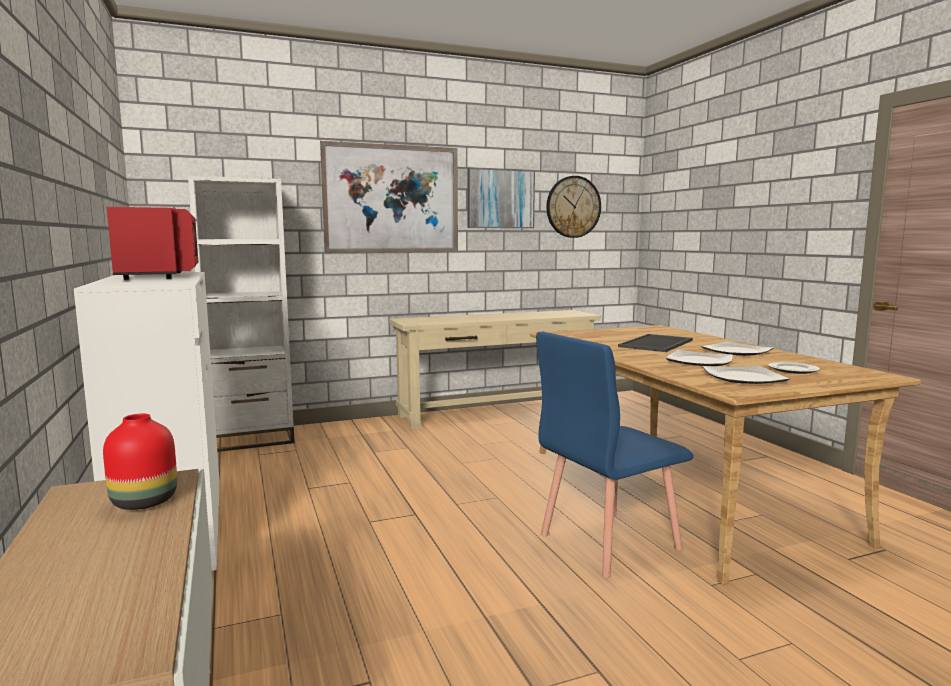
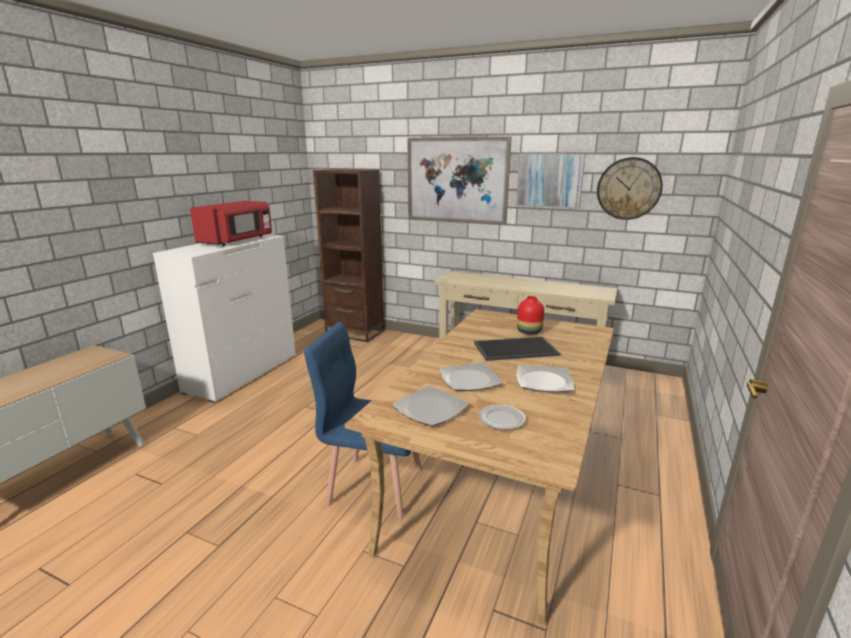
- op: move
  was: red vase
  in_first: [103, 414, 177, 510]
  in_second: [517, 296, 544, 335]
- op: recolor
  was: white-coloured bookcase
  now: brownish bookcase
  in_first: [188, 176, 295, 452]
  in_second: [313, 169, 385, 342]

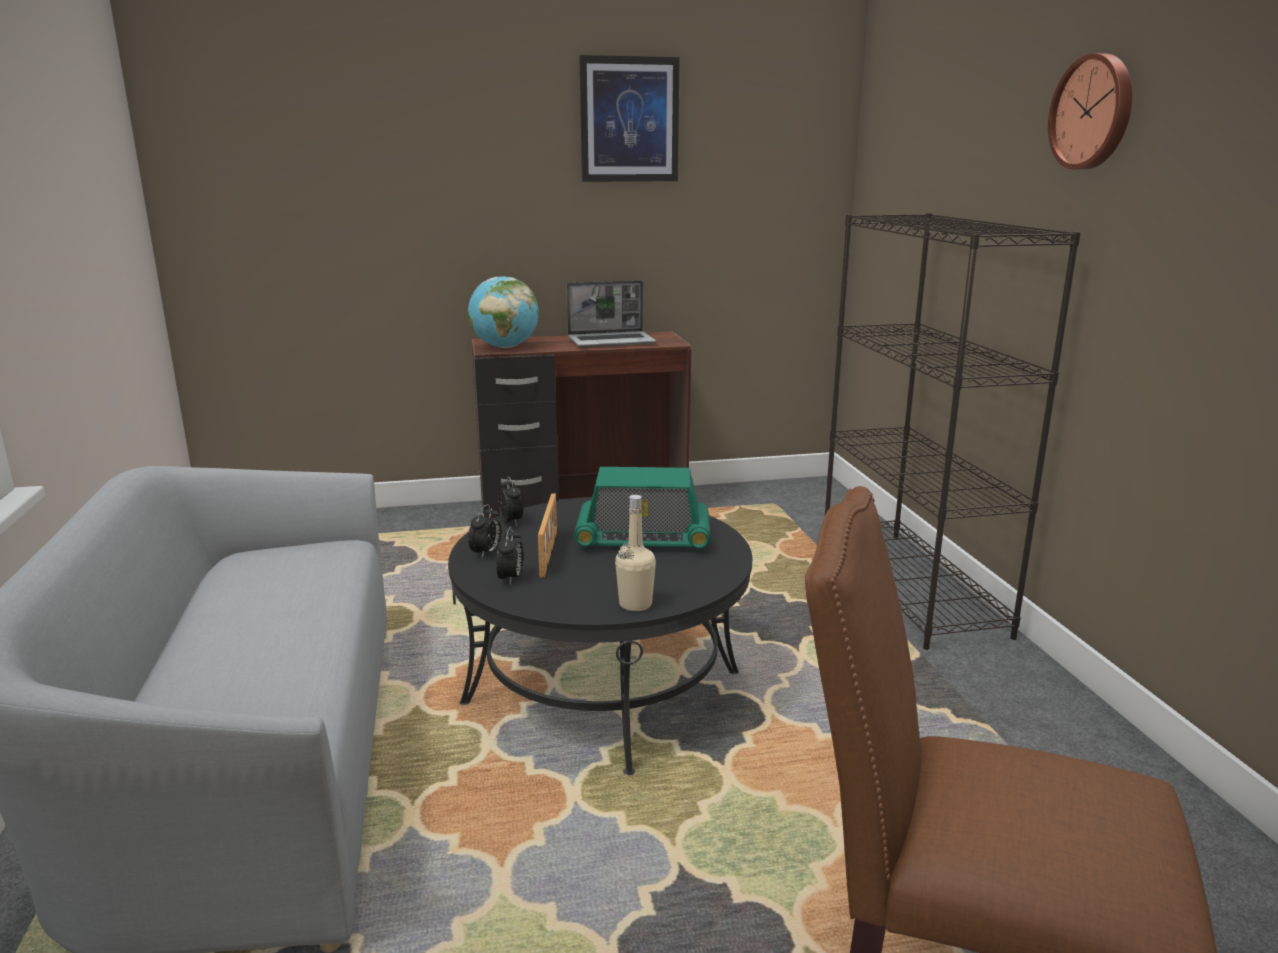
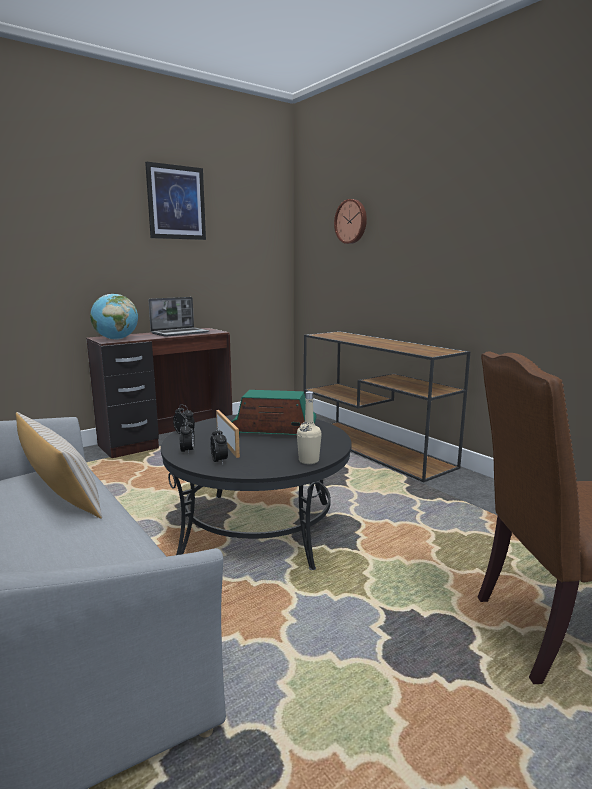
- op: rotate
  was: radio set
  in_first: [574, 467, 711, 551]
  in_second: [232, 390, 316, 435]
  clockwise: -150
- op: replace
  was: black-coloured bookcase
  now: brownish narrow table
  in_first: [825, 213, 1081, 650]
  in_second: [303, 331, 470, 482]
- op: move
  was: hanging clock
  in_first: [1048, 53, 1132, 170]
  in_second: [334, 199, 367, 244]
- op: insert
  now: beige-coloured pillow
  in_second: [16, 412, 102, 519]

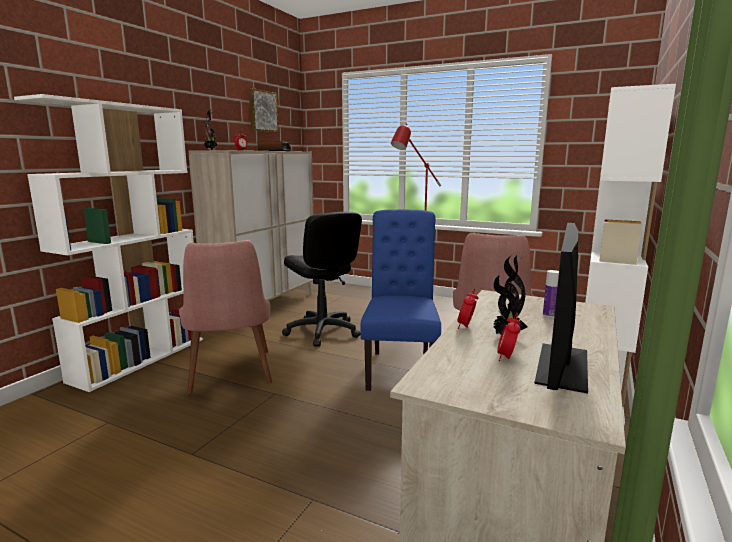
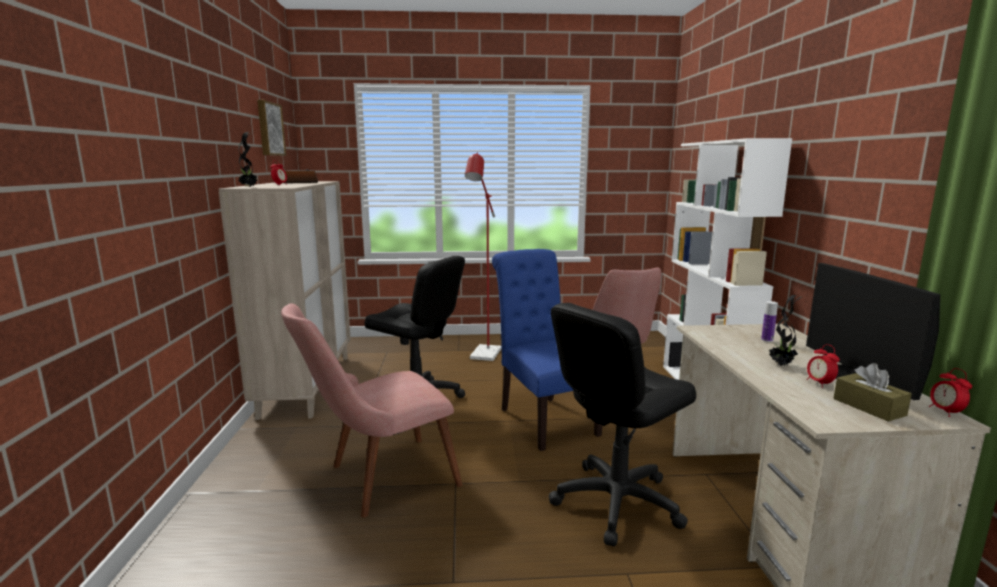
- op: delete
  was: white-coloured bookcase
  in_first: [14, 94, 203, 392]
- op: rotate
  was: pinkish plain chair
  in_first: [179, 240, 272, 394]
  in_second: [281, 303, 462, 518]
  clockwise: 105
- op: move
  was: alarm clock
  in_first: [457, 289, 478, 329]
  in_second: [929, 368, 972, 417]
- op: insert
  now: black-coloured computer chair
  in_second: [549, 303, 696, 546]
- op: insert
  now: brownish box of tissues
  in_second: [834, 363, 912, 422]

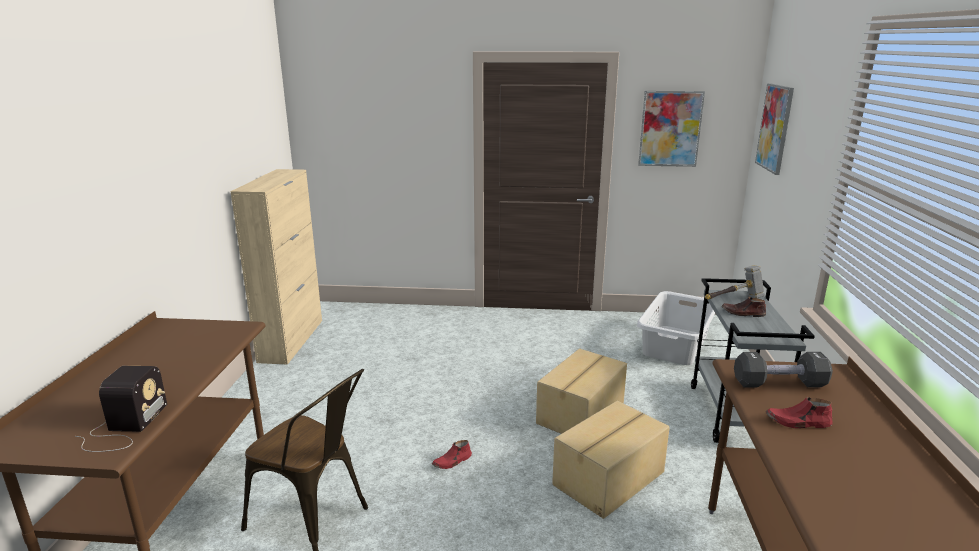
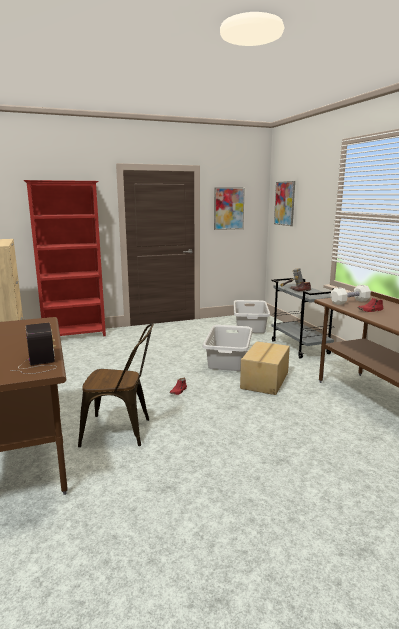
- op: replace
  was: packing box
  now: grey laundry basket
  in_first: [536, 348, 627, 434]
  in_second: [203, 325, 253, 371]
- op: recolor
  was: black-coloured dumbbell
  now: white-coloured dumbbell
  in_first: [734, 352, 833, 387]
  in_second: [330, 285, 371, 305]
- op: insert
  now: red bookcase
  in_second: [24, 180, 106, 336]

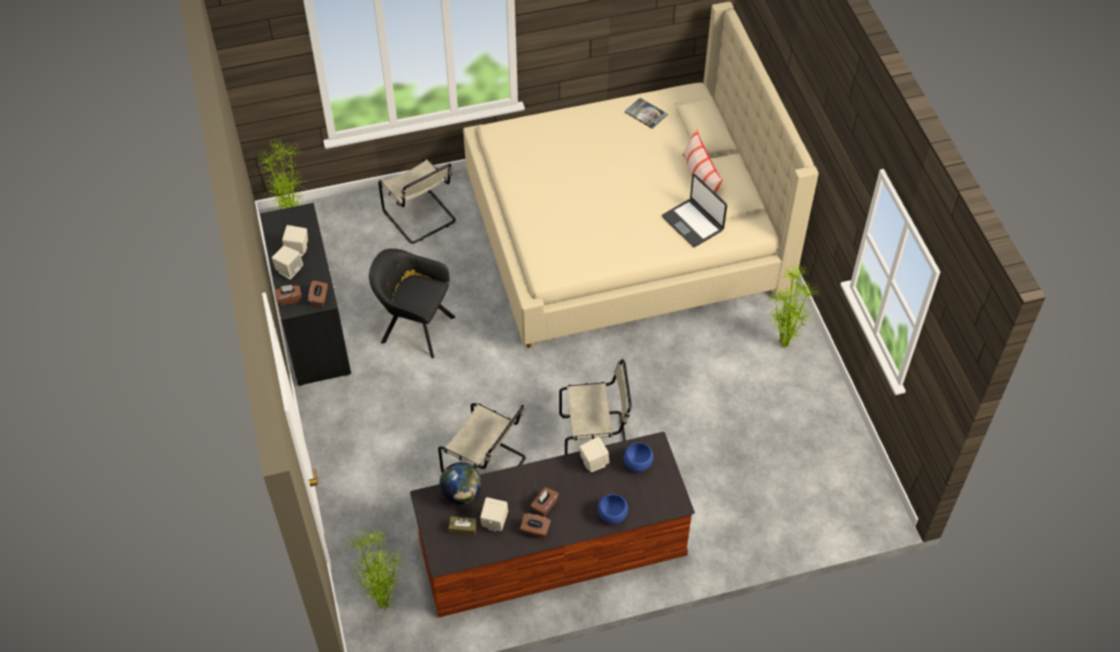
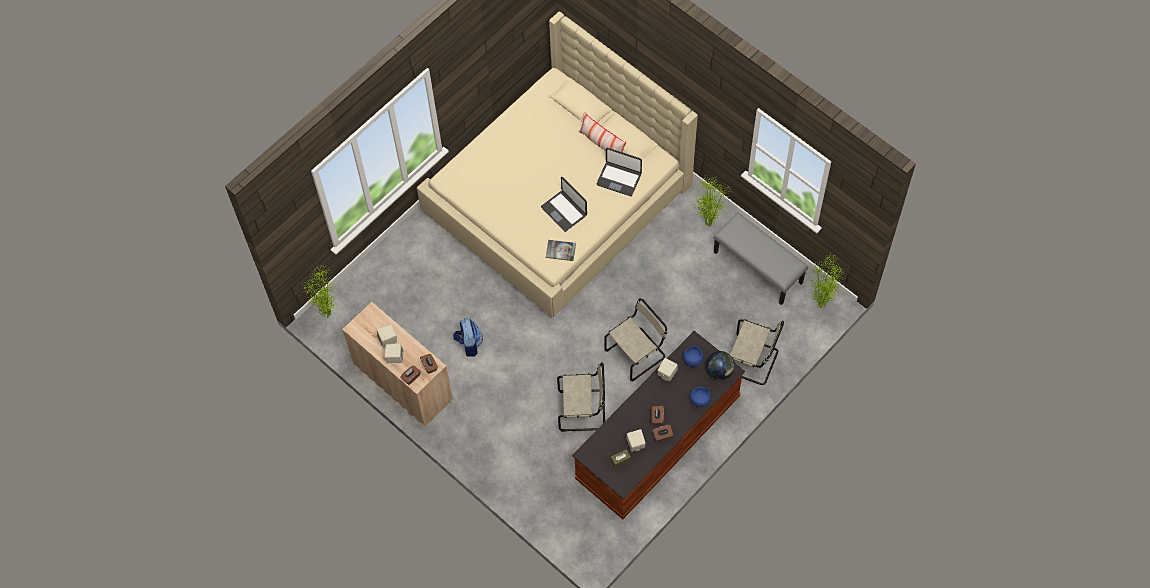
- op: recolor
  was: black-coloured cupboard
  now: beige-coloured cupboard
  in_first: [260, 203, 351, 386]
  in_second: [342, 302, 453, 427]
- op: move
  was: plant in a pot
  in_first: [348, 526, 406, 611]
  in_second: [810, 254, 844, 309]
- op: replace
  was: black-coloured easy chair
  now: backpack
  in_first: [369, 249, 455, 358]
  in_second: [453, 318, 483, 357]
- op: move
  was: beige-coloured plain chair
  in_first: [378, 158, 456, 244]
  in_second: [730, 319, 784, 385]
- op: move
  was: desk globe
  in_first: [439, 462, 482, 505]
  in_second: [706, 351, 735, 380]
- op: move
  was: bound book
  in_first: [625, 98, 668, 129]
  in_second: [546, 240, 576, 261]
- op: insert
  now: notebook computer
  in_second: [541, 177, 587, 232]
- op: insert
  now: grey indoor bench
  in_second: [714, 212, 808, 305]

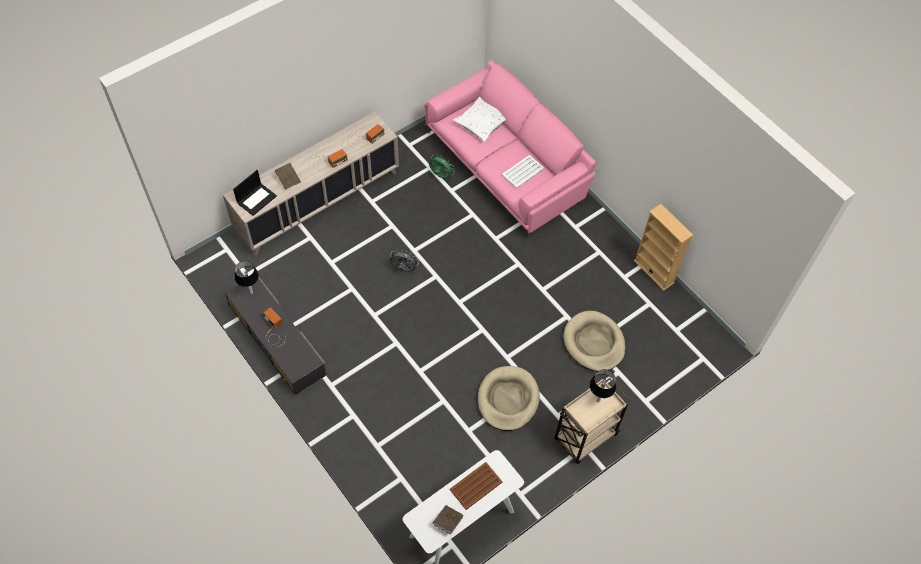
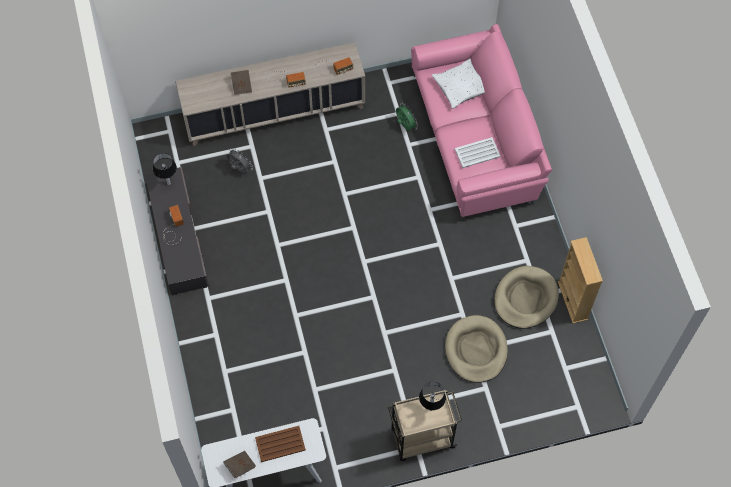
- op: delete
  was: notebook computer
  in_first: [233, 170, 277, 216]
- op: move
  was: grey fan
  in_first: [390, 249, 419, 272]
  in_second: [226, 148, 253, 174]
- op: move
  was: beige-coloured dog cushion
  in_first: [478, 366, 540, 431]
  in_second: [494, 266, 559, 329]

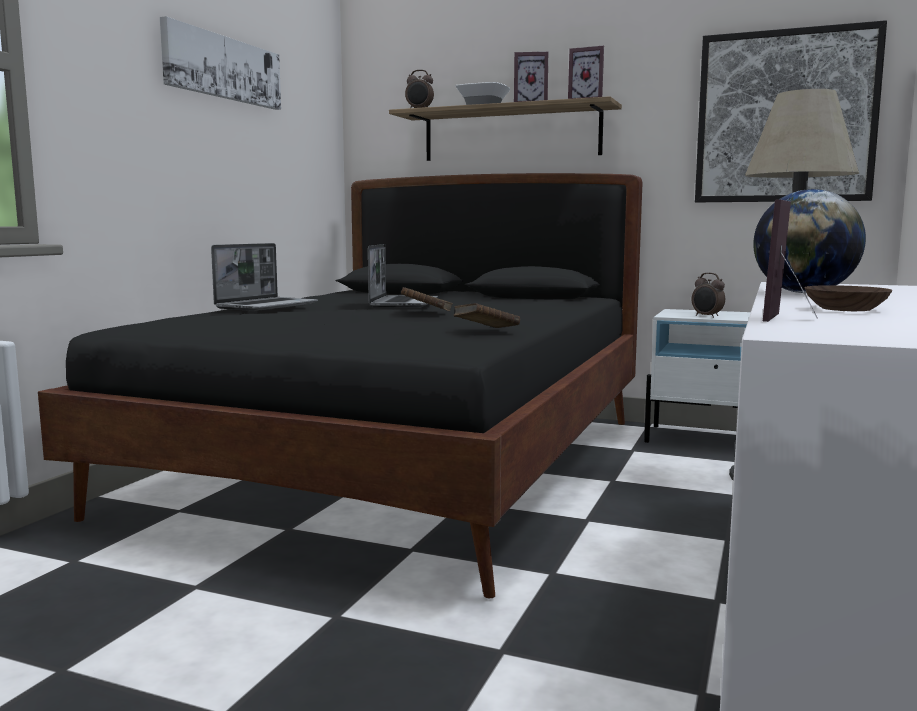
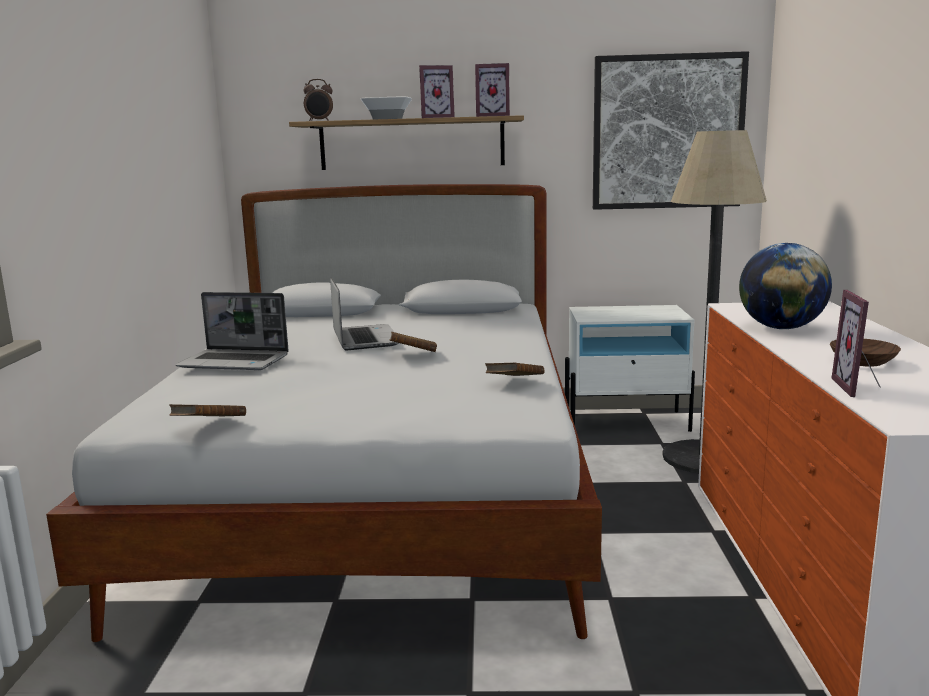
- op: recolor
  was: black-coloured bed
  now: white-coloured bed
  in_first: [38, 173, 643, 599]
  in_second: [46, 184, 602, 642]
- op: delete
  was: wall art
  in_first: [160, 16, 281, 110]
- op: rotate
  was: notebook computer
  in_first: [211, 243, 318, 311]
  in_second: [176, 292, 289, 370]
  clockwise: 90
- op: delete
  was: alarm clock
  in_first: [692, 273, 725, 318]
- op: insert
  now: brownish bound book
  in_second: [169, 404, 246, 416]

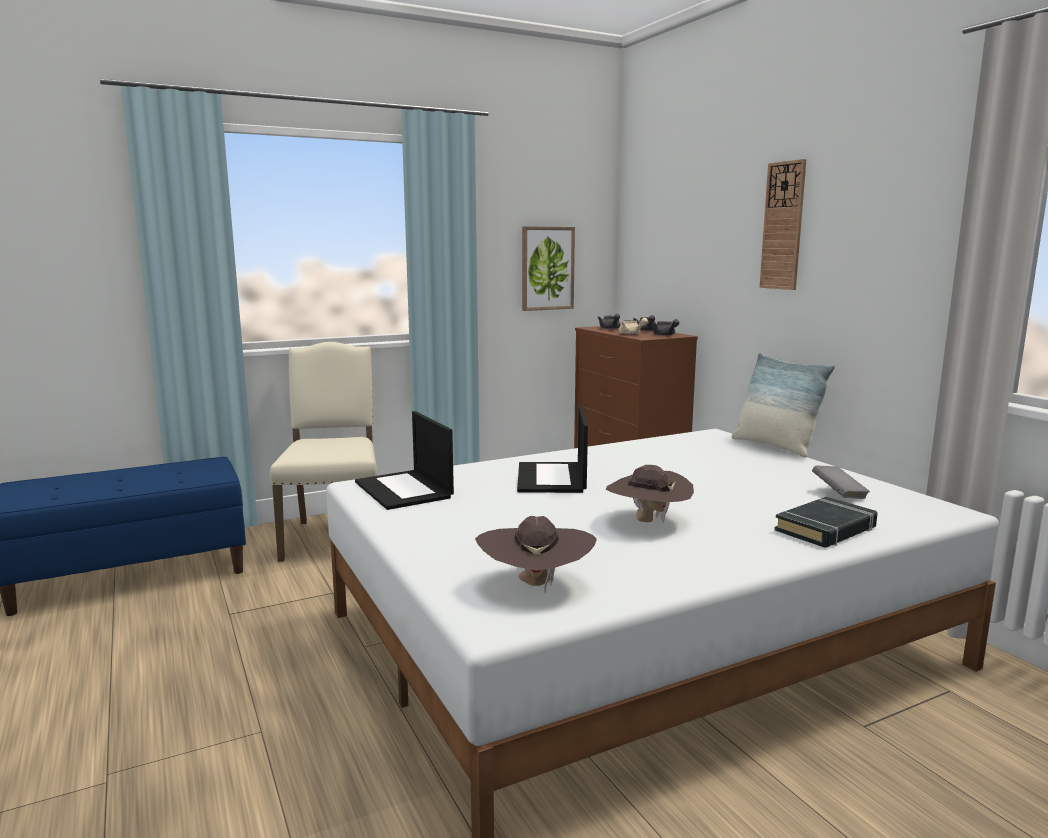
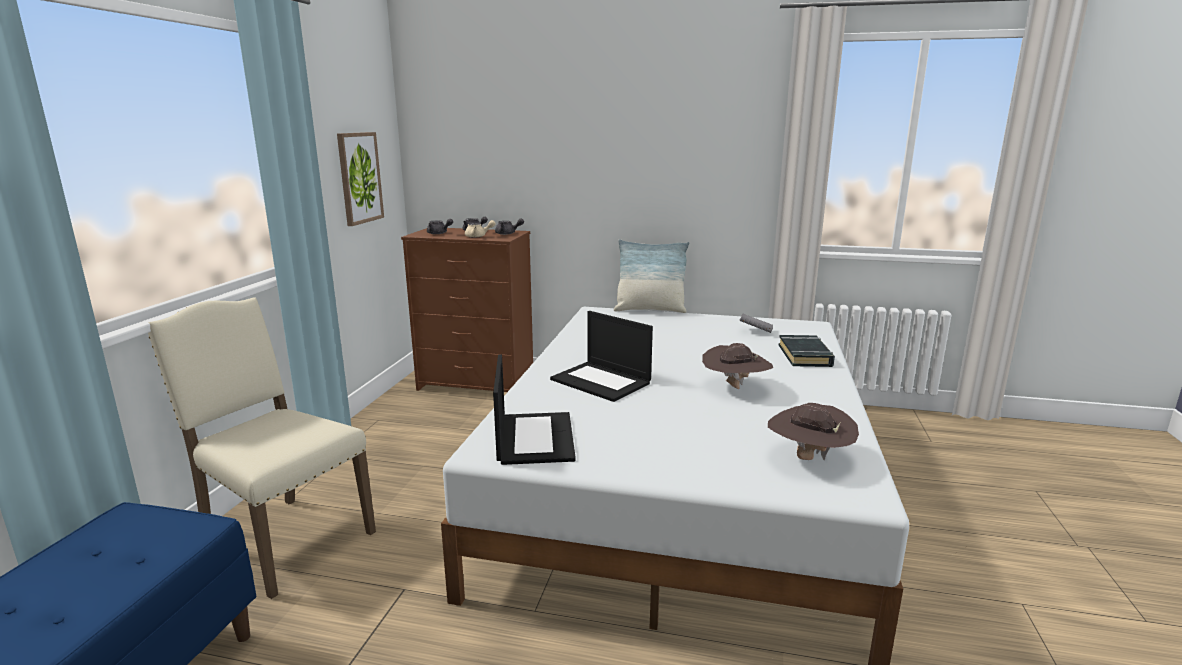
- op: rotate
  was: notebook computer
  in_first: [355, 411, 454, 510]
  in_second: [493, 355, 576, 465]
  clockwise: -105
- op: delete
  was: hanging clock
  in_first: [759, 159, 806, 290]

